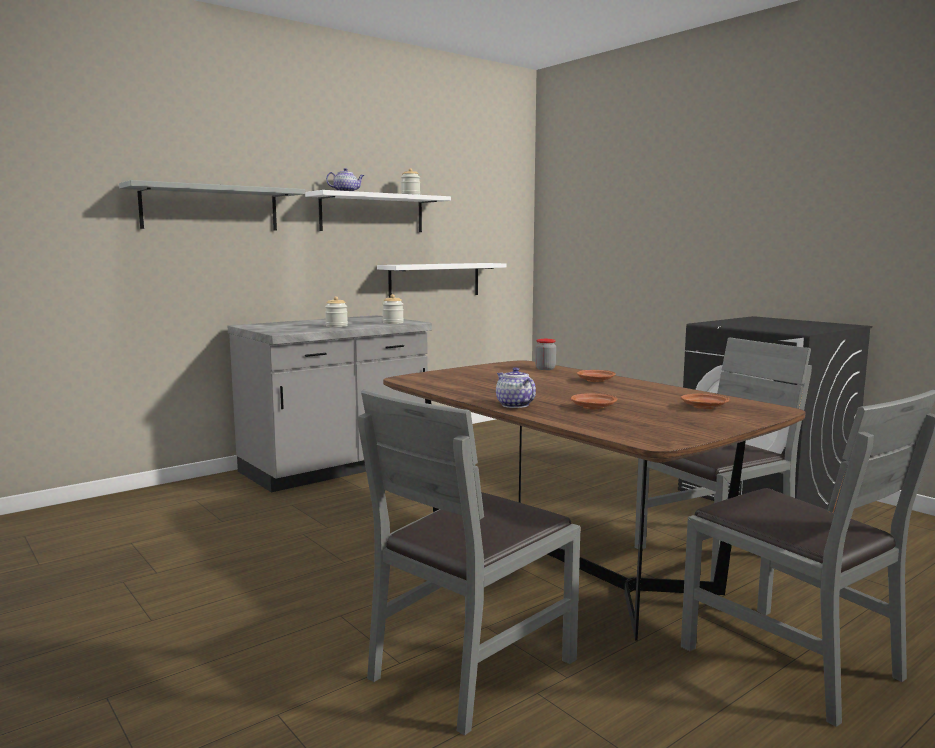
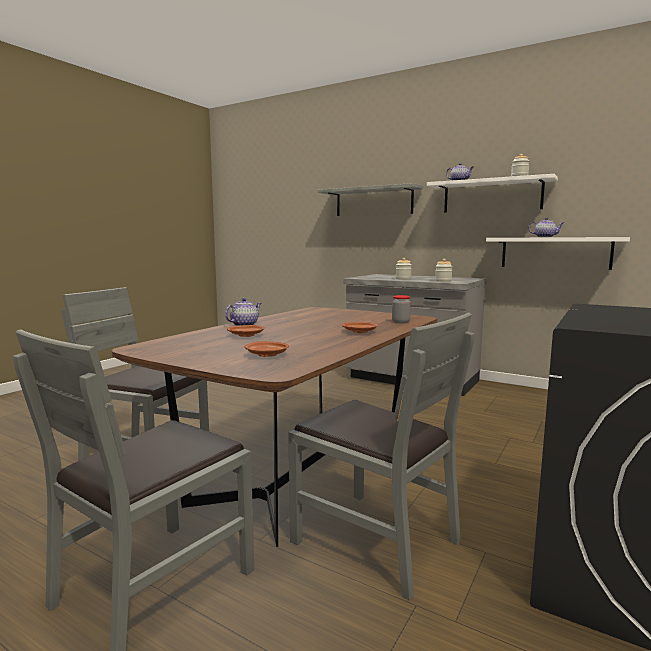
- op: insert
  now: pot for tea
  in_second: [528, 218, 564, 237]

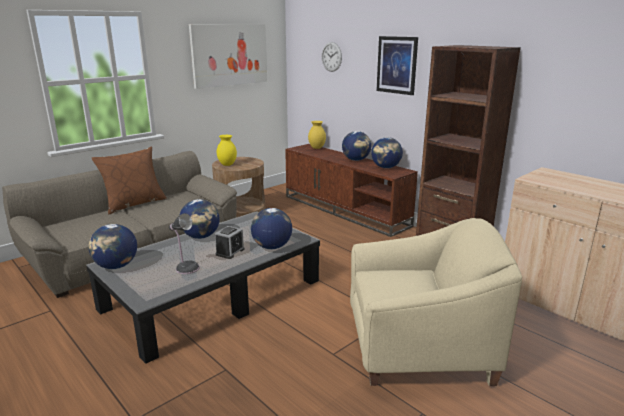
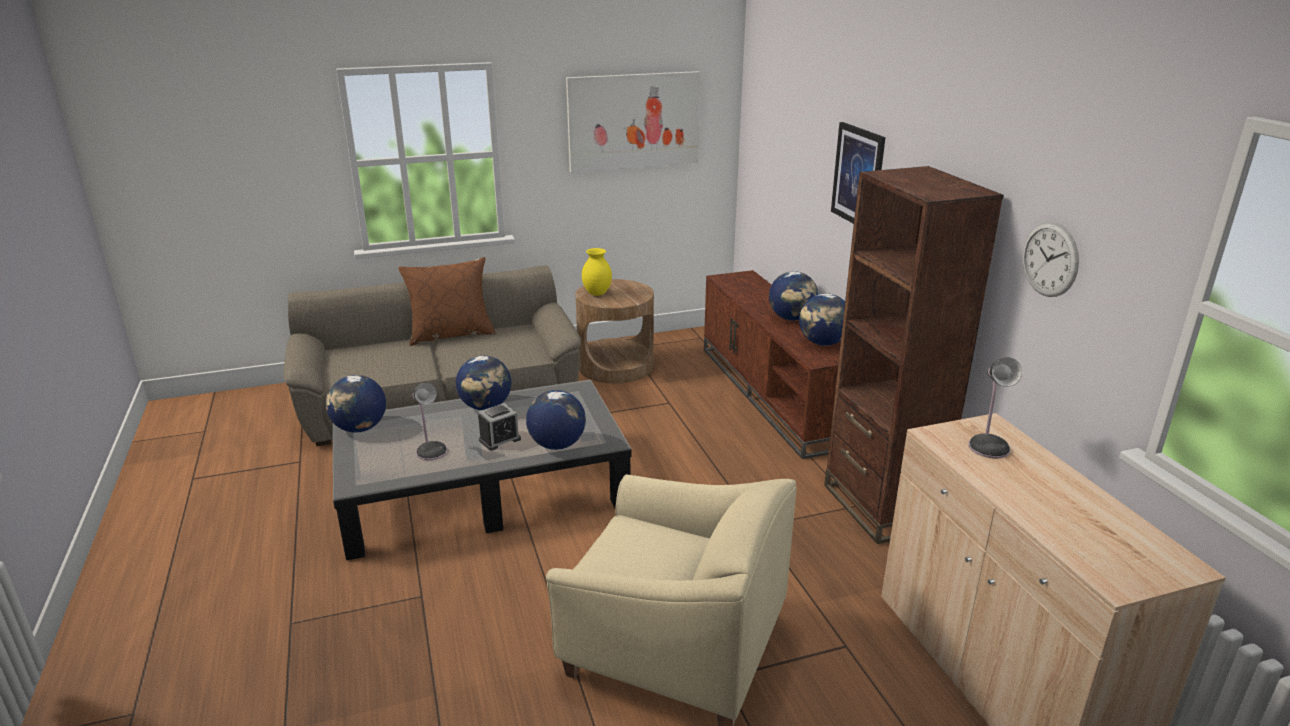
- op: delete
  was: yellowish vase
  in_first: [308, 121, 326, 149]
- op: move
  was: hanging clock
  in_first: [322, 42, 342, 72]
  in_second: [1023, 222, 1079, 297]
- op: insert
  now: table lamp
  in_second: [968, 357, 1022, 459]

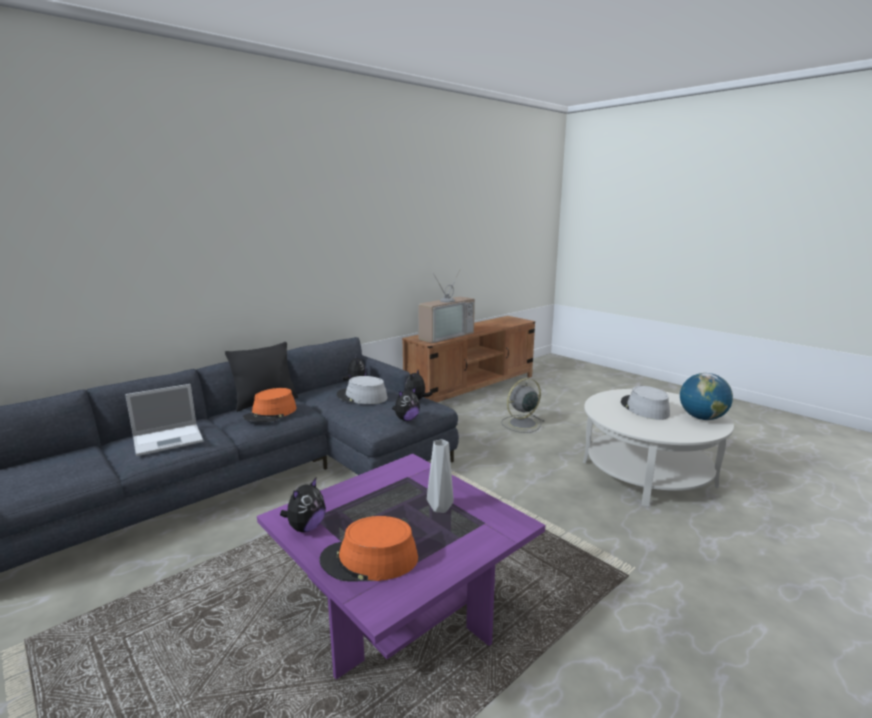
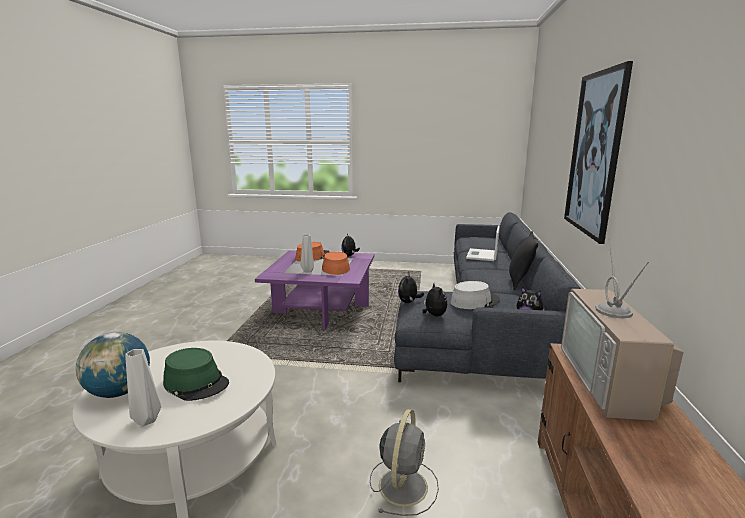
- op: move
  was: orange wearable hat
  in_first: [243, 388, 297, 422]
  in_second: [322, 251, 350, 275]
- op: recolor
  was: grey wearable hat
  now: greenish wearable hat
  in_first: [621, 386, 670, 420]
  in_second: [163, 348, 229, 401]
- op: insert
  now: grey vase
  in_second: [125, 349, 161, 426]
- op: insert
  now: wall art
  in_second: [564, 61, 633, 244]

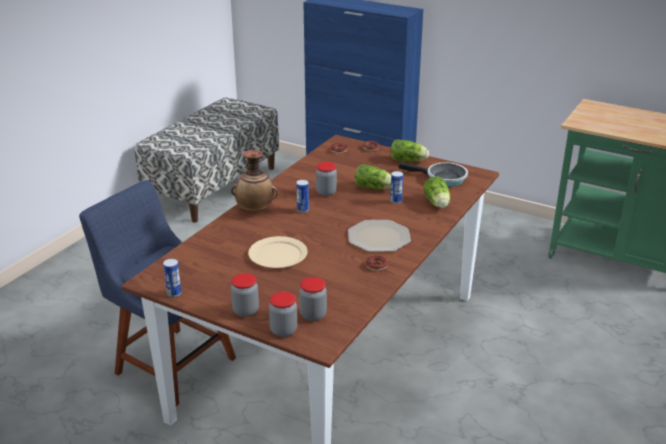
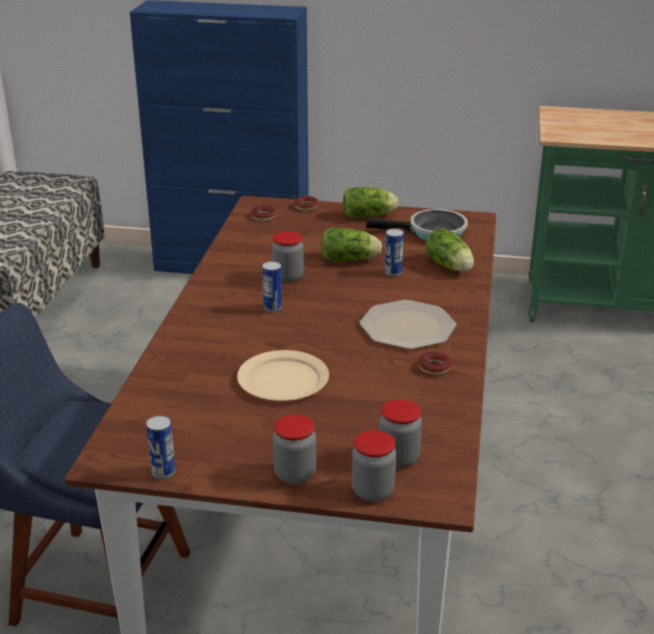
- op: delete
  was: vase
  in_first: [231, 150, 278, 212]

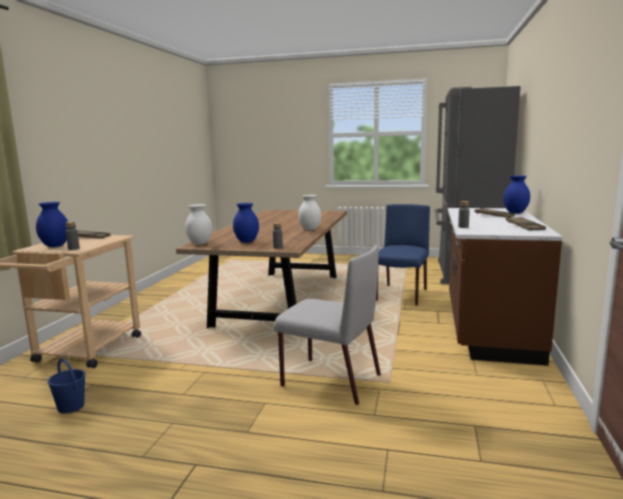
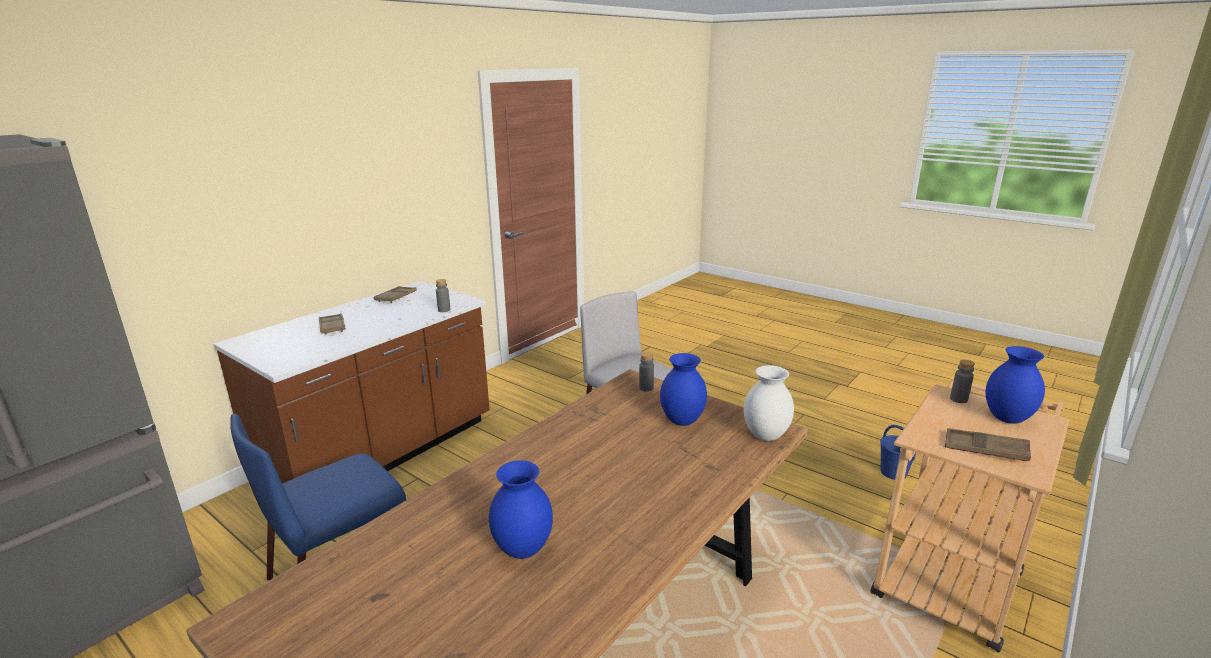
- op: delete
  was: white-coloured vase
  in_first: [298, 195, 321, 230]
- op: move
  was: bluish vase
  in_first: [503, 176, 530, 214]
  in_second: [489, 460, 553, 559]

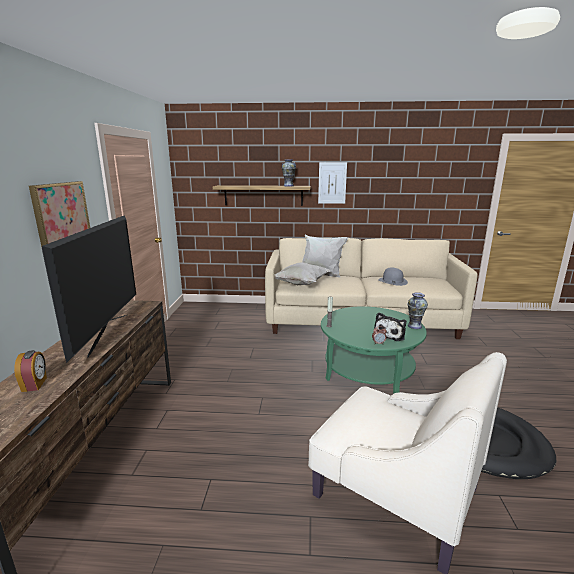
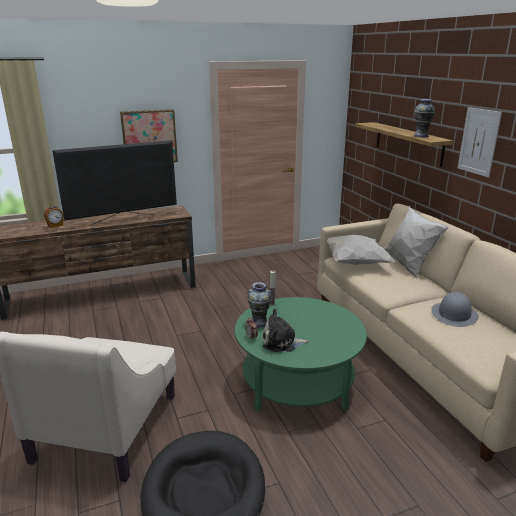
- op: move
  was: vase
  in_first: [407, 292, 428, 329]
  in_second: [247, 282, 272, 327]

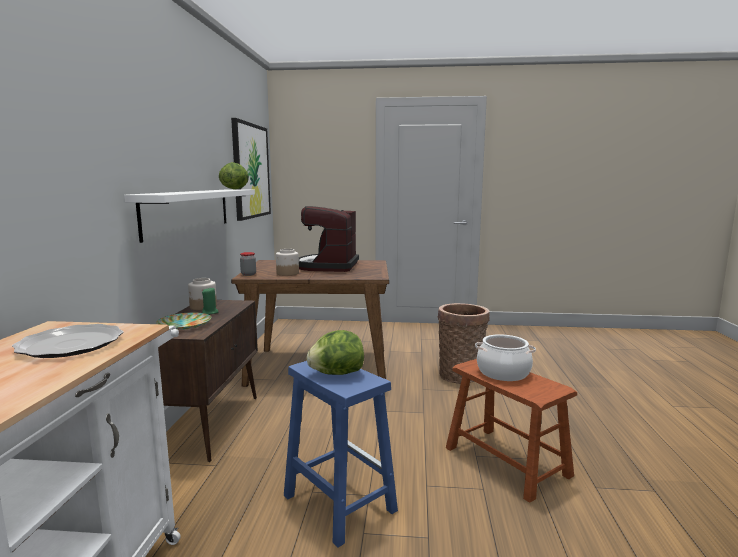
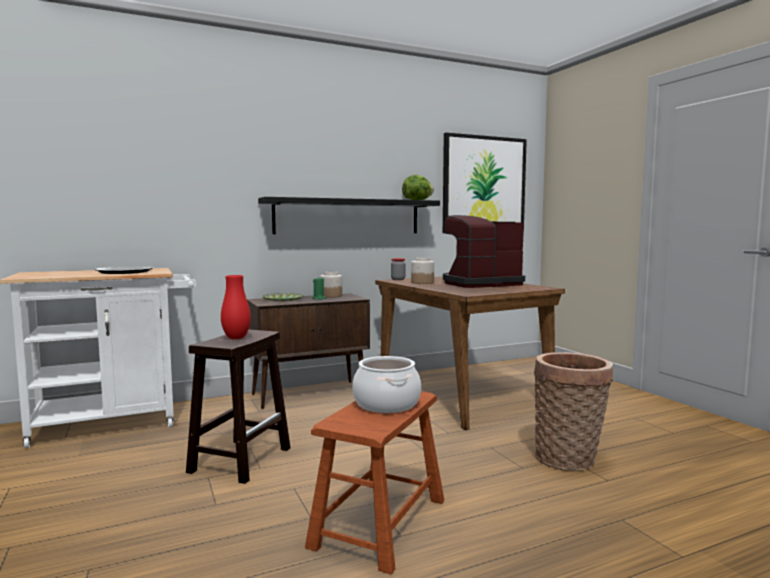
- op: recolor
  was: white-coloured shelf
  now: black-coloured shelf
  in_first: [124, 189, 255, 243]
  in_second: [258, 197, 440, 234]
- op: recolor
  was: bluish sitting stool
  now: brownish sitting stool
  in_first: [284, 361, 398, 547]
  in_second: [186, 330, 290, 484]
- op: replace
  was: lettuce head
  now: red vase
  in_first: [306, 330, 364, 375]
  in_second: [221, 275, 251, 339]

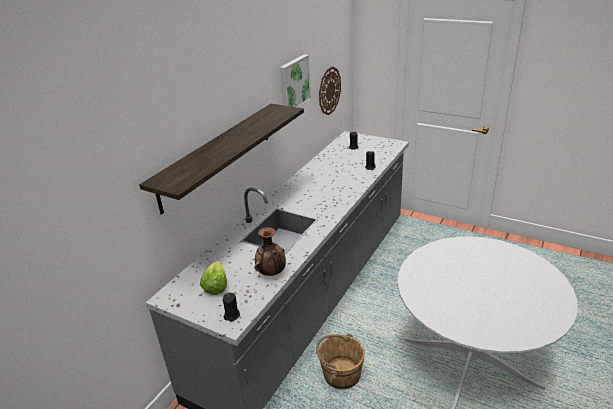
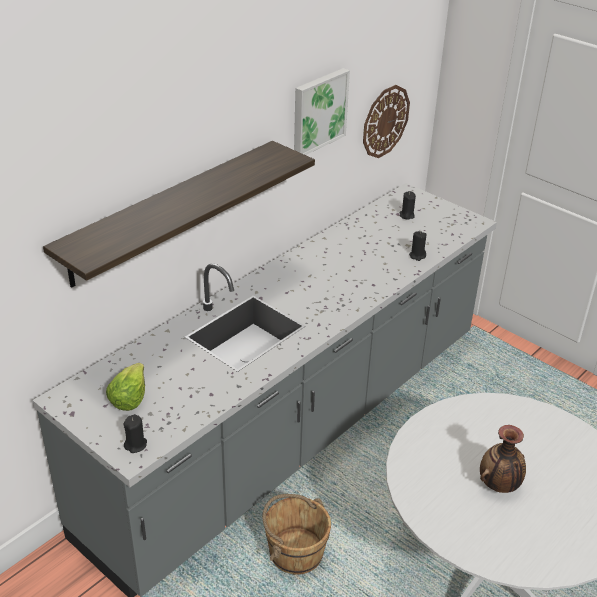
- op: move
  was: vase
  in_first: [254, 227, 286, 276]
  in_second: [480, 425, 526, 493]

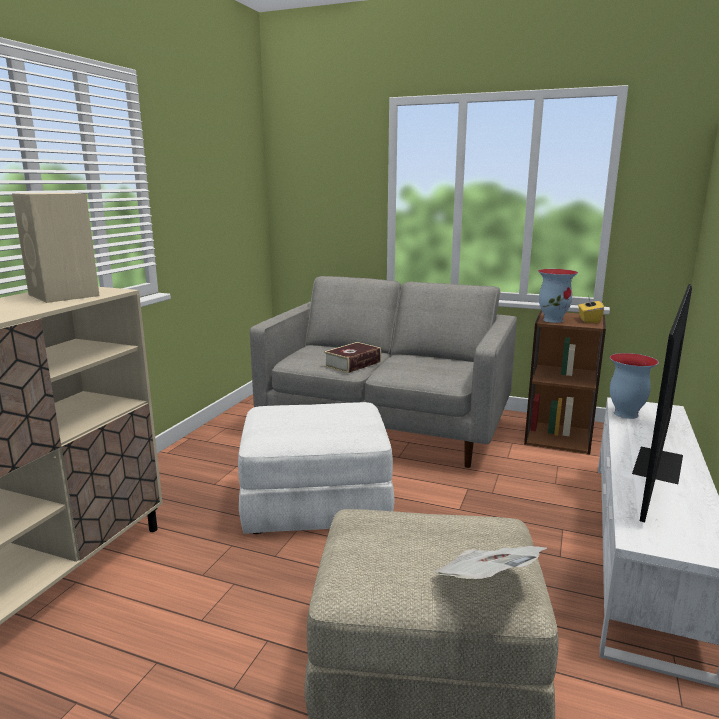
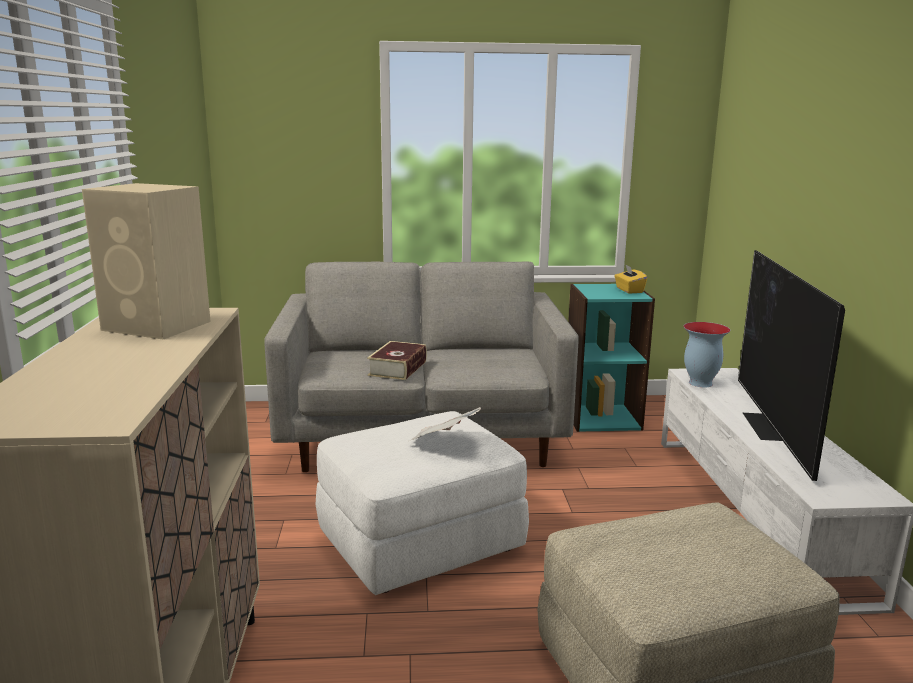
- op: move
  was: printed paper
  in_first: [433, 546, 547, 579]
  in_second: [409, 406, 483, 441]
- op: recolor
  was: brownish bookcase
  now: turquoise-coloured bookcase
  in_first: [524, 310, 606, 454]
  in_second: [568, 284, 655, 432]
- op: delete
  was: vase
  in_first: [538, 269, 578, 323]

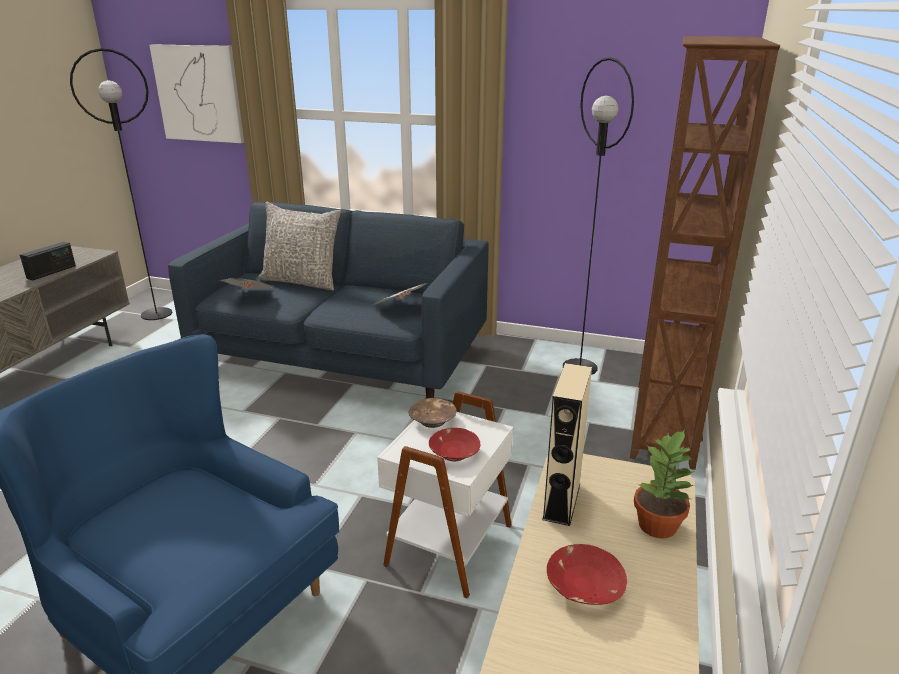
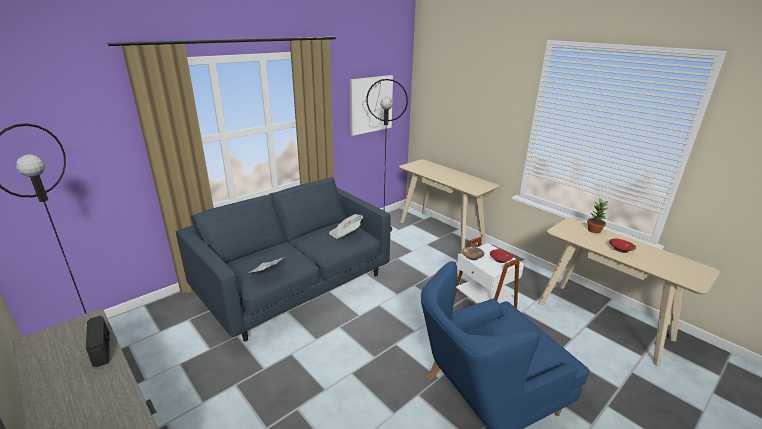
- op: move
  was: wall art
  in_first: [149, 44, 244, 143]
  in_second: [350, 75, 393, 136]
- op: delete
  was: grey pillow
  in_first: [258, 202, 341, 291]
- op: delete
  was: beige-coloured loudspeaker
  in_first: [542, 363, 592, 526]
- op: replace
  was: brownish bookcase
  now: beige-coloured narrow table
  in_first: [630, 36, 780, 470]
  in_second: [399, 159, 499, 253]

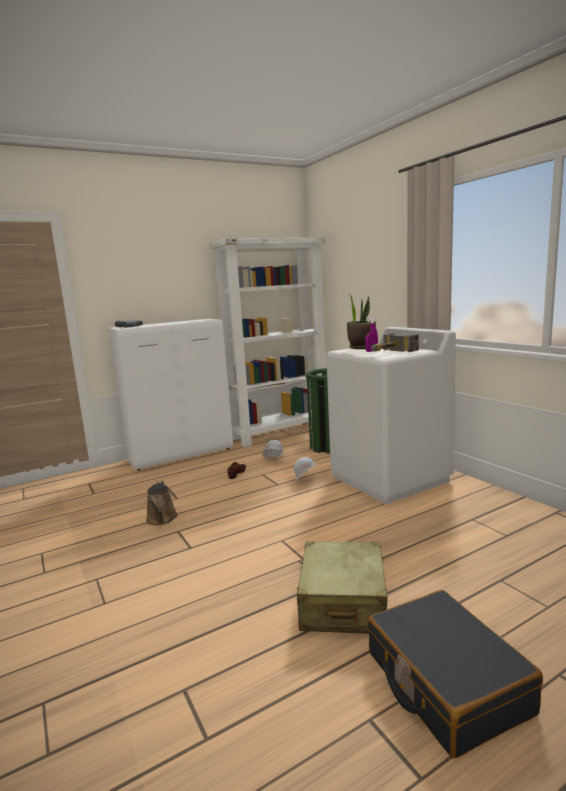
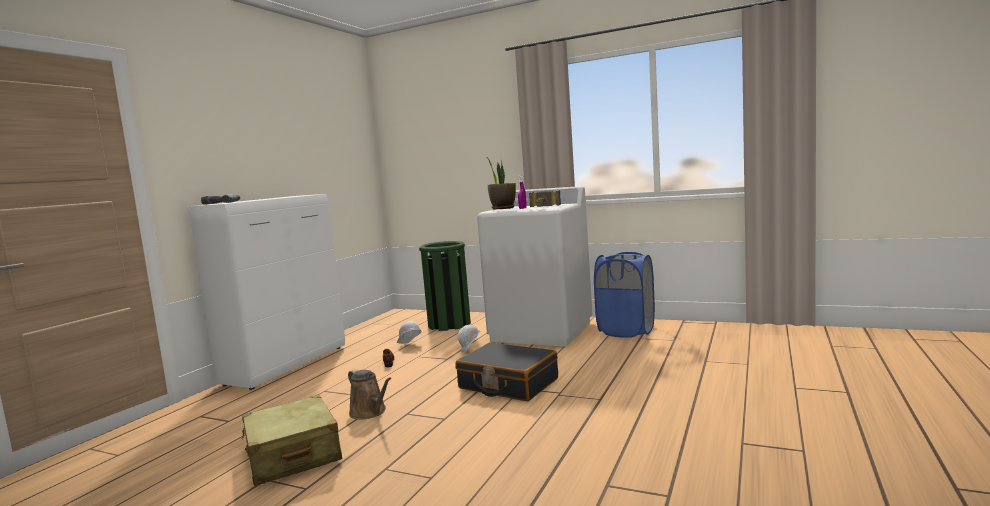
- op: delete
  was: white-coloured bookcase
  in_first: [209, 238, 326, 447]
- op: move
  was: beige-coloured suitcase
  in_first: [297, 542, 388, 634]
  in_second: [242, 395, 342, 486]
- op: move
  was: black-coloured suitcase
  in_first: [367, 590, 543, 758]
  in_second: [456, 342, 558, 401]
- op: insert
  now: bluish laundry basket
  in_second: [594, 252, 655, 338]

